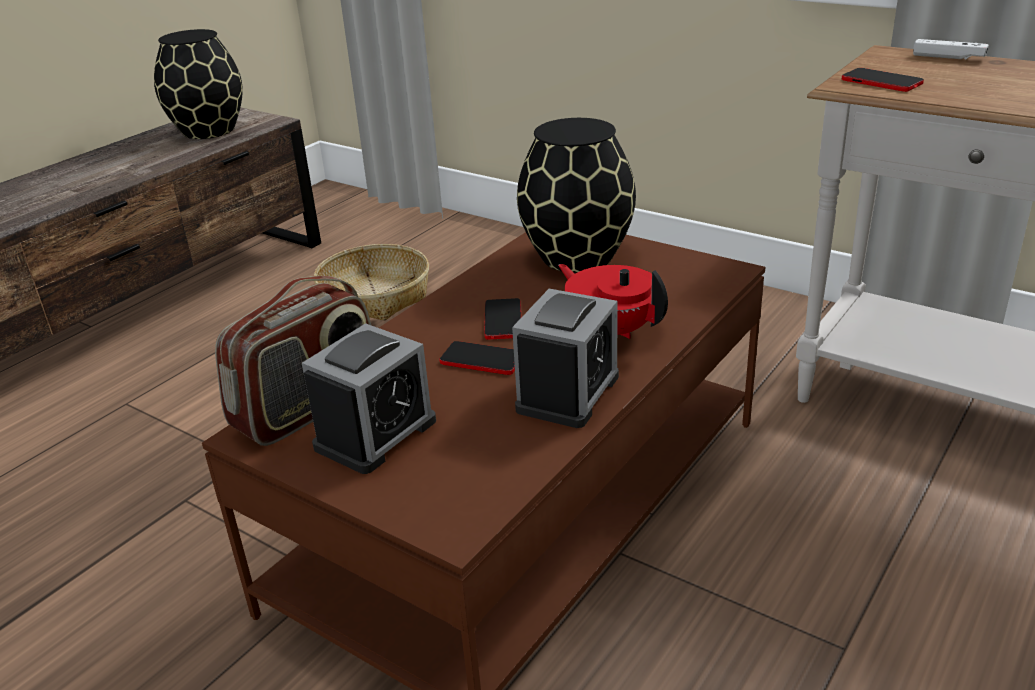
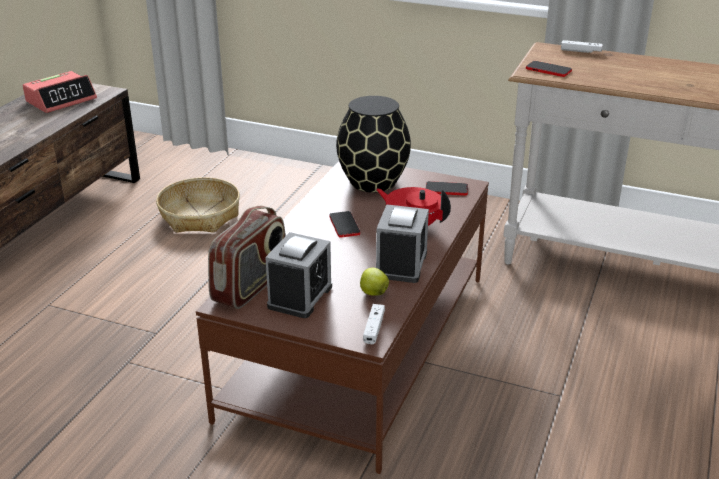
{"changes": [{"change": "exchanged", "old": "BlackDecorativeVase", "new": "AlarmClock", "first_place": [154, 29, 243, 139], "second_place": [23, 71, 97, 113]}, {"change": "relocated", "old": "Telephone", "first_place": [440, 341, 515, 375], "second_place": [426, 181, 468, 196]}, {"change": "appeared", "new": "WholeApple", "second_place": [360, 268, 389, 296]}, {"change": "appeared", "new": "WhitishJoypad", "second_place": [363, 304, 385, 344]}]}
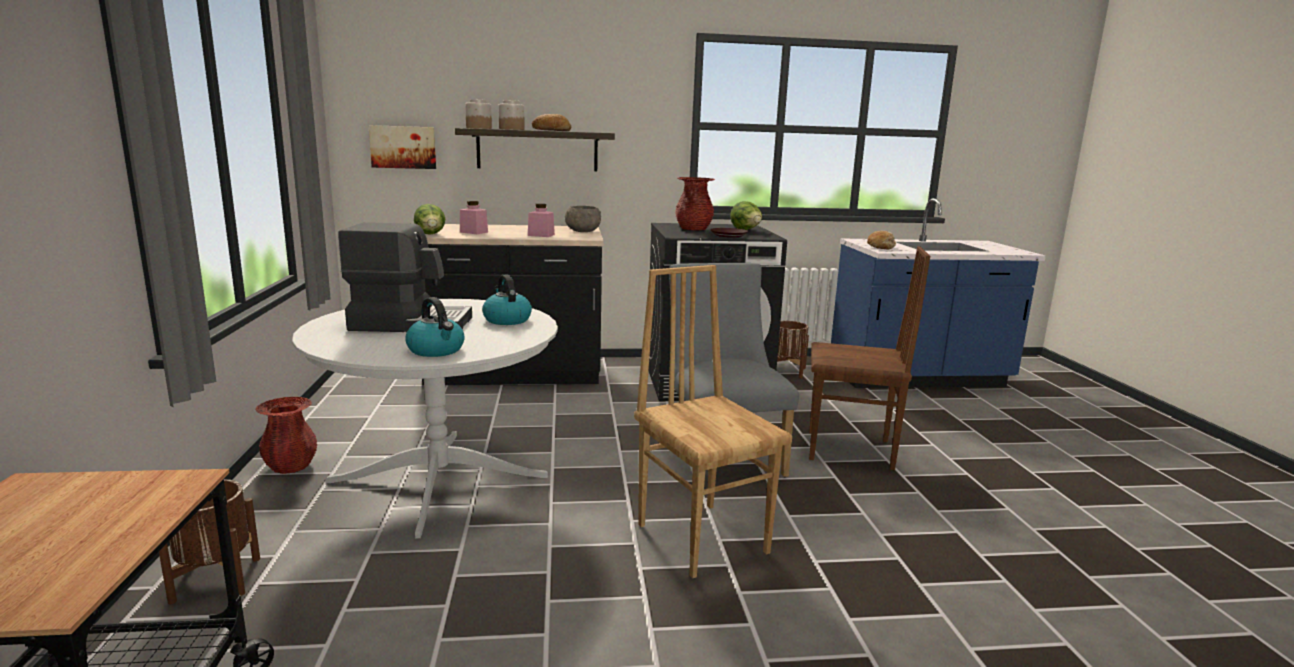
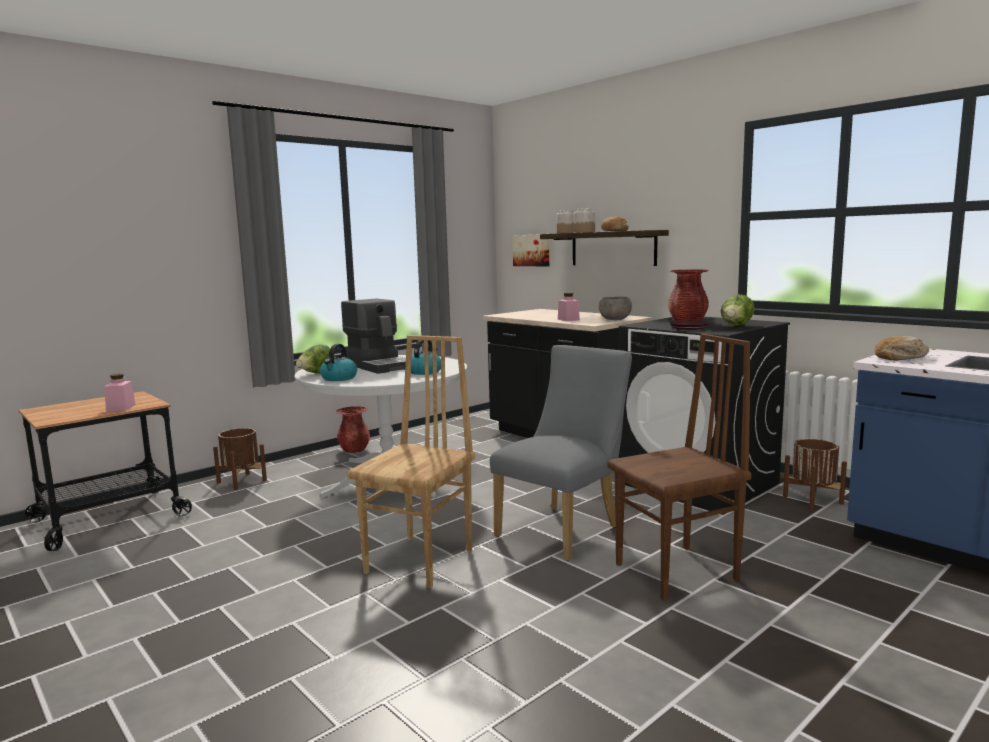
{"changes": [{"change": "relocated", "old": "Lettuce", "first_place": [414, 204, 445, 235], "second_place": [296, 345, 335, 374]}, {"change": "relocated", "old": "PinkishStorageJar", "first_place": [460, 201, 488, 234], "second_place": [104, 374, 136, 412]}, {"change": "spun", "old": "BrownColouredPlainChair", "first_place": [809, 246, 930, 470], "second_place": [607, 334, 752, 600], "degrees": -90}]}
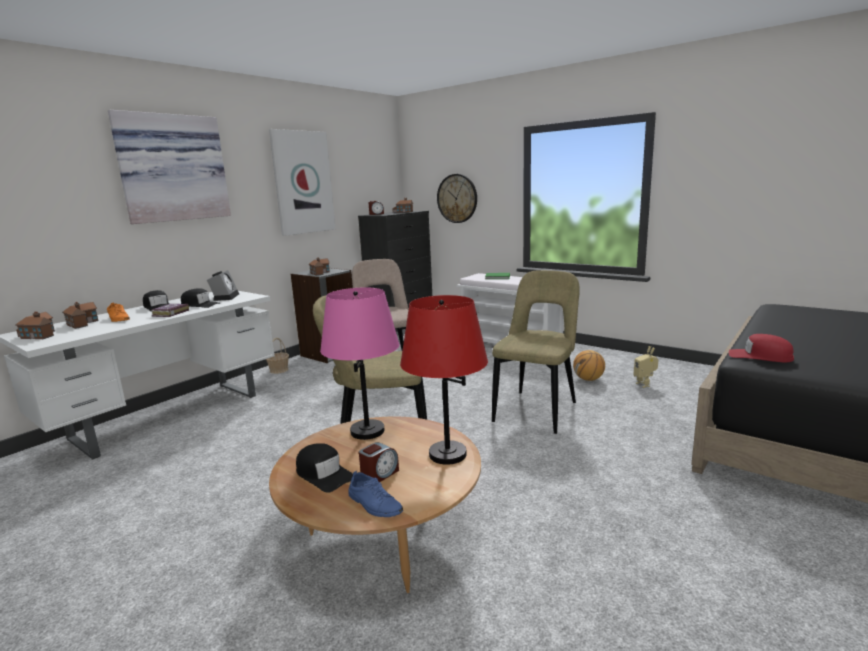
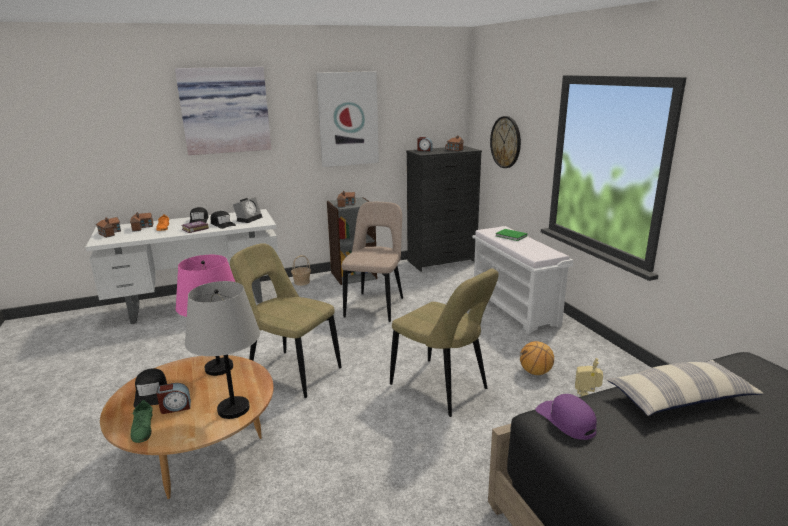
{"changes": [{"change": "colour", "old": "BlueColouredItemOfFootwear", "new": "GreenColouredItemOfFootwear", "first_place": [349, 471, 403, 517], "second_place": [130, 400, 153, 443]}, {"change": "colour", "old": "RedTableLamp", "new": "GrayTableLamp", "first_place": [400, 295, 488, 465], "second_place": [185, 281, 260, 419]}, {"change": "spun", "old": "BeigePlainChair", "first_place": [492, 270, 580, 434], "second_place": [390, 268, 499, 417], "degrees": 75}, {"change": "colour", "old": "RedBaseballCap", "new": "PurpleBaseballCap", "first_place": [729, 334, 794, 362], "second_place": [535, 394, 597, 440]}, {"change": "appeared", "new": "Pillow", "second_place": [607, 360, 764, 416]}]}
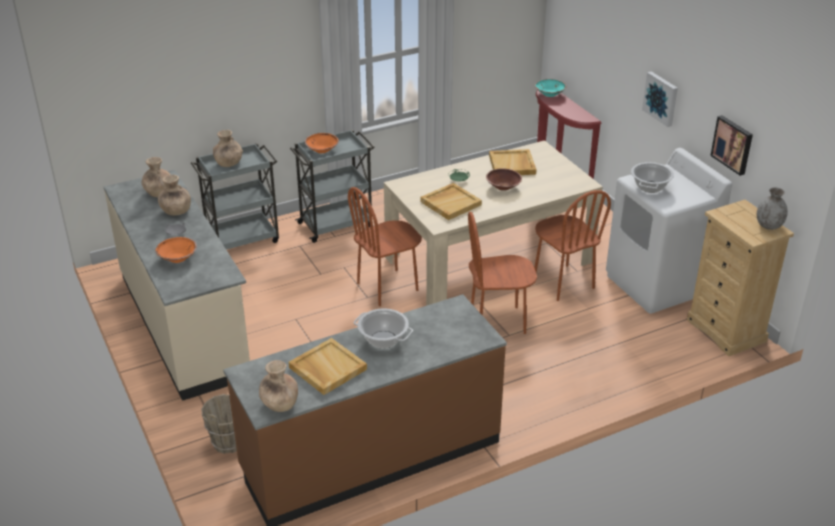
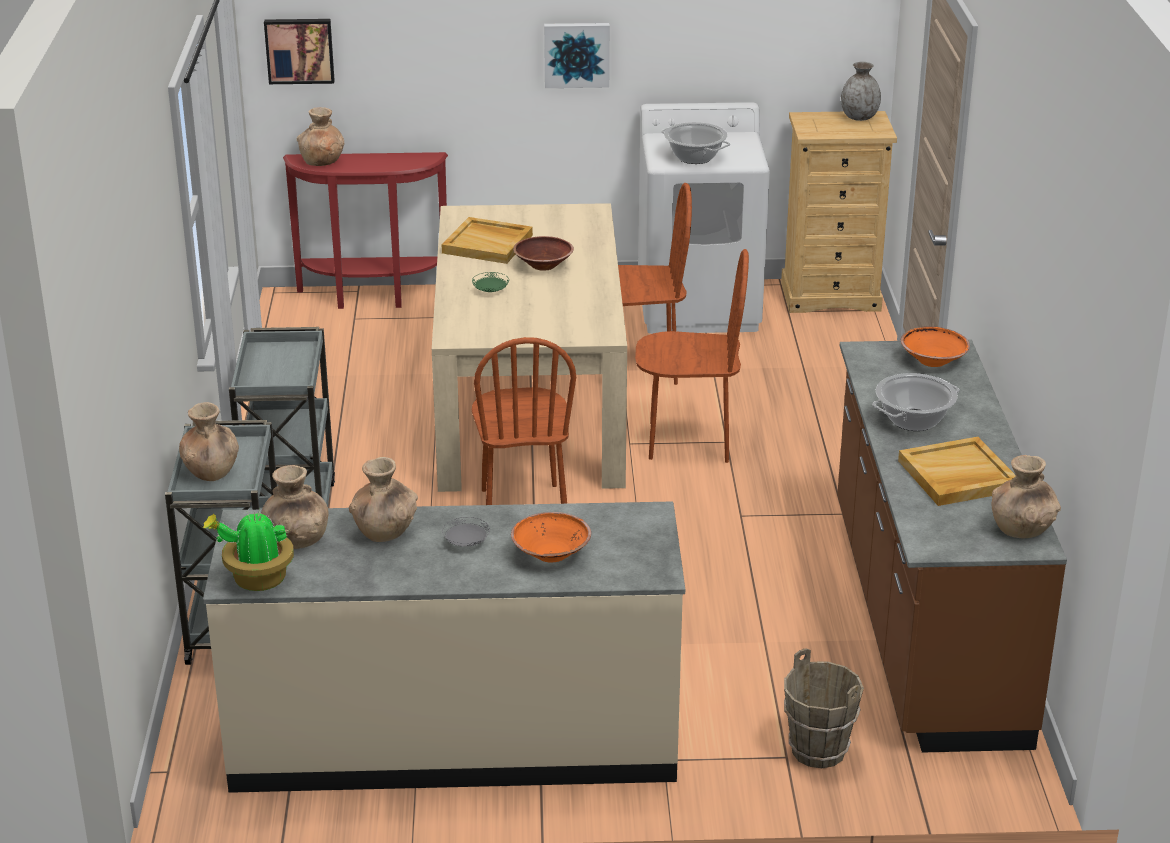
{"changes": [{"change": "relocated", "old": "OrangeServingBowl", "first_place": [305, 133, 339, 153], "second_place": [901, 326, 970, 367]}, {"change": "missing", "old": "BeigeServingTray", "first_place": [421, 183, 482, 220]}, {"change": "spun", "old": "BrownColouredPlainChair", "first_place": [468, 212, 537, 334], "second_place": [635, 249, 749, 463], "degrees": -105}, {"change": "exchanged", "old": "BlueGreenServingBowl", "new": "BrownColouredDecorativeVase", "first_place": [535, 79, 566, 97], "second_place": [297, 107, 344, 166]}, {"change": "relocated", "old": "Picture", "first_place": [710, 115, 753, 176], "second_place": [264, 19, 335, 84]}, {"change": "appeared", "new": "PlantInAPot", "second_place": [203, 509, 294, 591]}]}
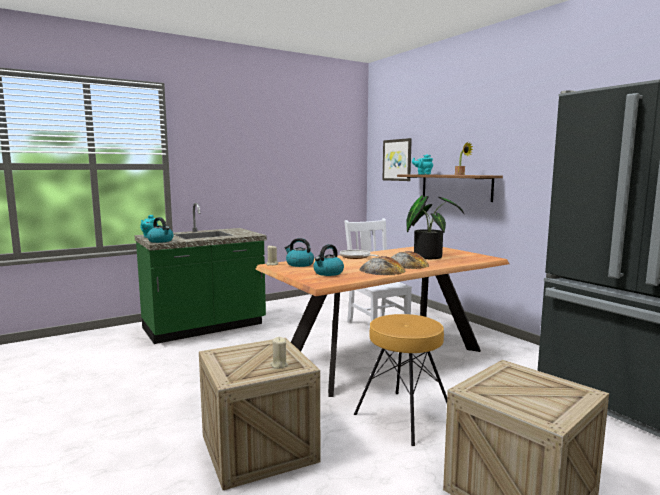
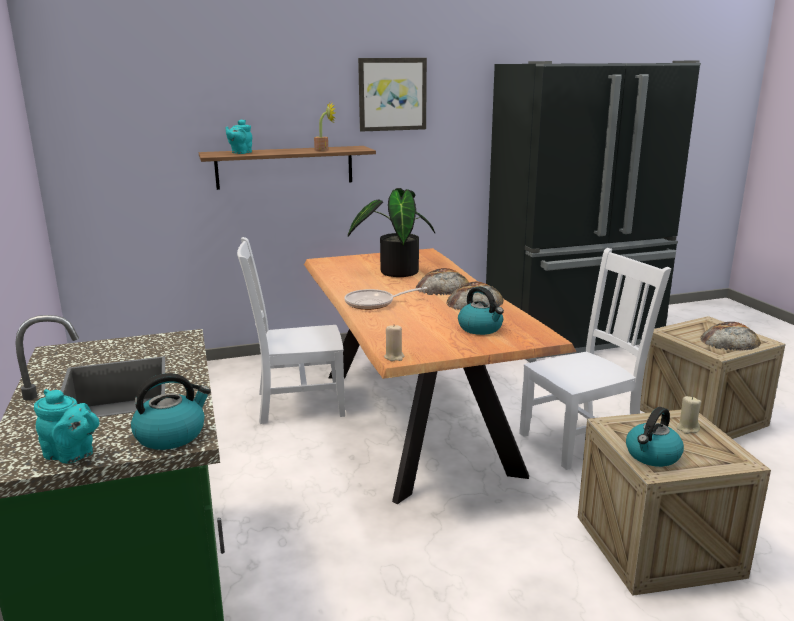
{"changes": [{"change": "relocated", "old": "TeaKettle", "first_place": [285, 238, 314, 267], "second_place": [626, 407, 684, 467]}, {"change": "exchanged", "old": "BrownColouredSittingStool", "new": "WhitishPlainChair", "first_place": [354, 314, 447, 446], "second_place": [519, 248, 671, 470]}, {"change": "relocated", "old": "Picture", "first_place": [383, 138, 412, 181], "second_place": [358, 58, 427, 132]}, {"change": "appeared", "new": "Bread", "second_place": [700, 322, 761, 351]}]}
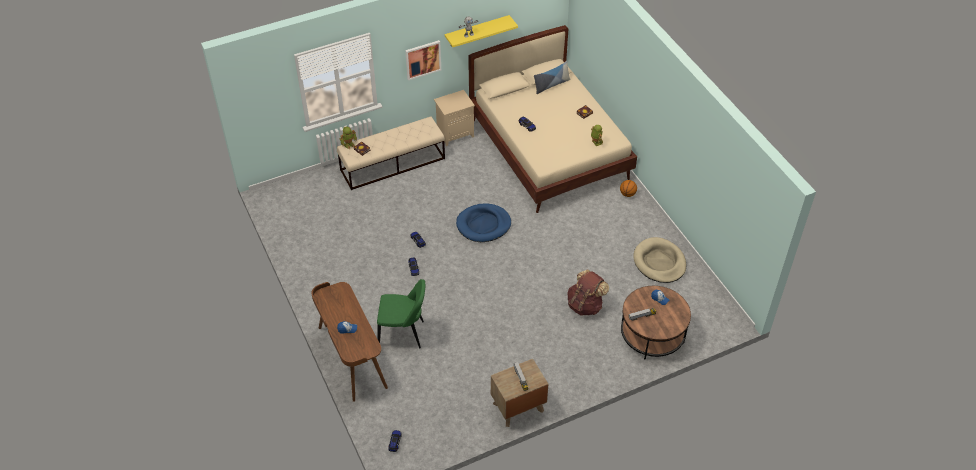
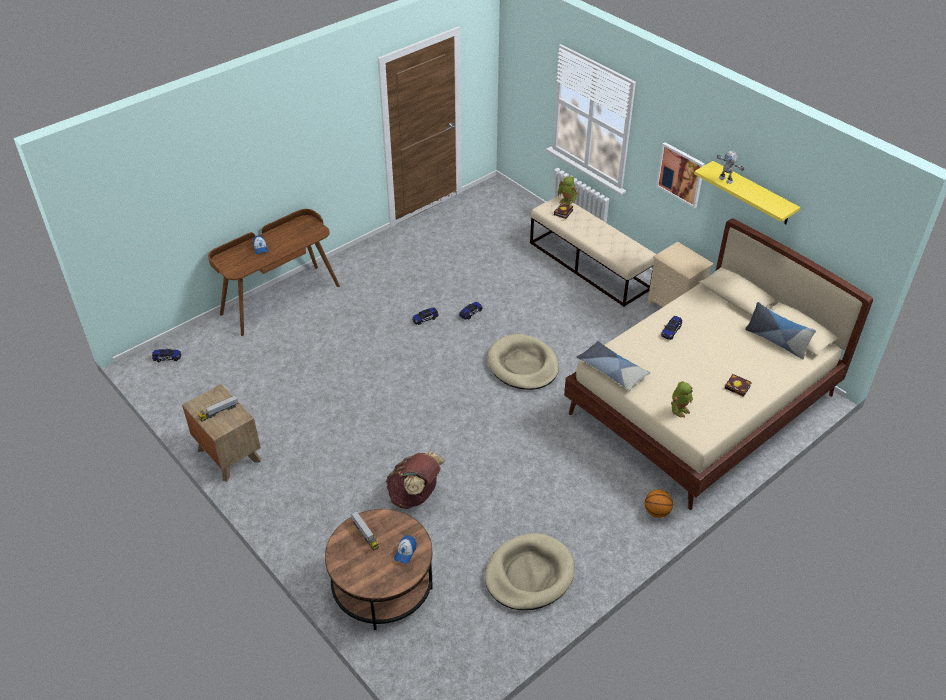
{"changes": [{"change": "missing", "old": "GreenColouredPlainChair", "first_place": [377, 279, 425, 348]}, {"change": "colour", "old": "BlueColouredDogBed", "new": "BeigeDogBed", "first_place": [456, 203, 511, 242], "second_place": [487, 334, 559, 390]}, {"change": "appeared", "new": "Pillow", "second_place": [577, 341, 650, 391]}]}
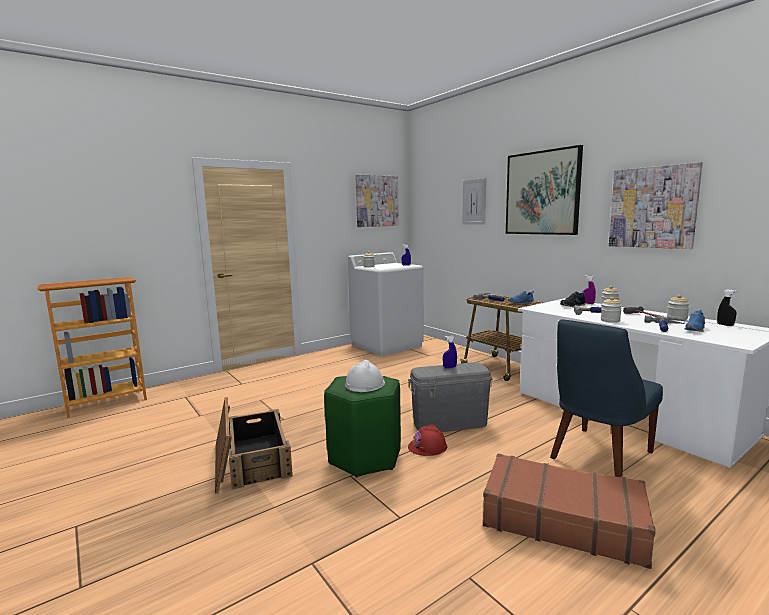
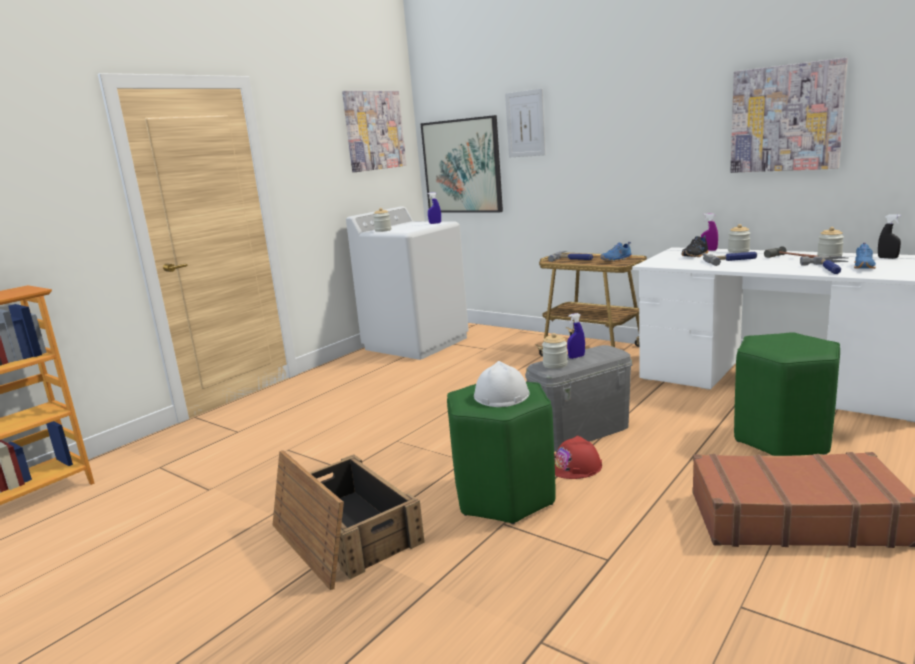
{"changes": [{"change": "relocated", "old": "Picture", "first_place": [506, 145, 583, 235], "second_place": [420, 115, 503, 213]}, {"change": "exchanged", "old": "BlueColouredPlainChair", "new": "GreenColouredSittingStool", "first_place": [550, 319, 663, 477], "second_place": [734, 332, 840, 456]}, {"change": "relocated", "old": "StorageJar", "first_place": [601, 297, 622, 323], "second_place": [542, 333, 568, 369]}]}
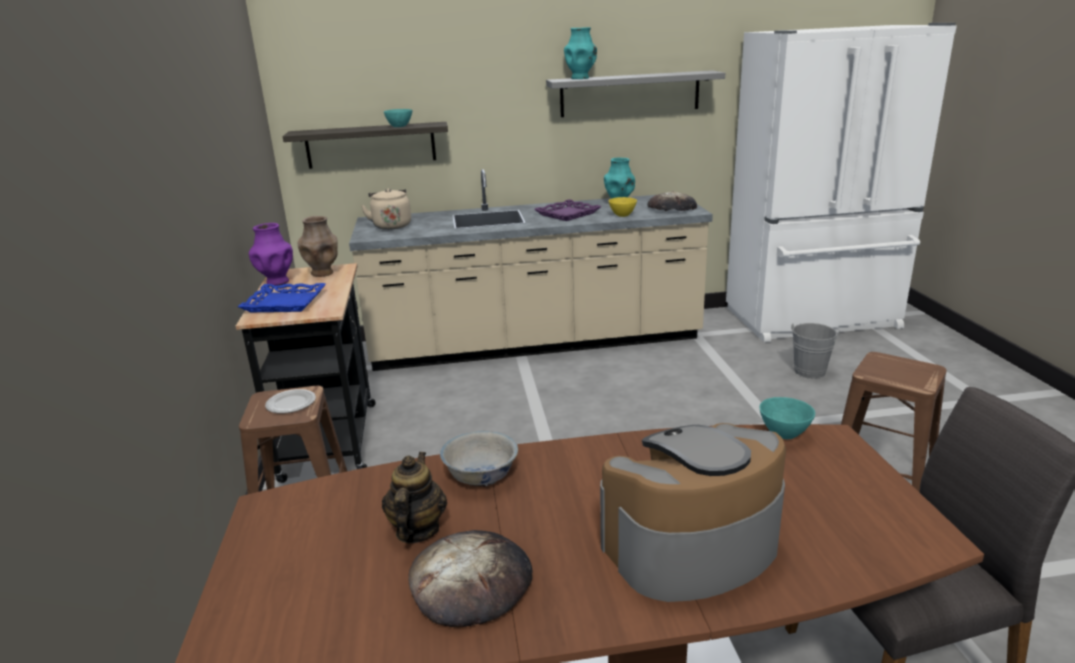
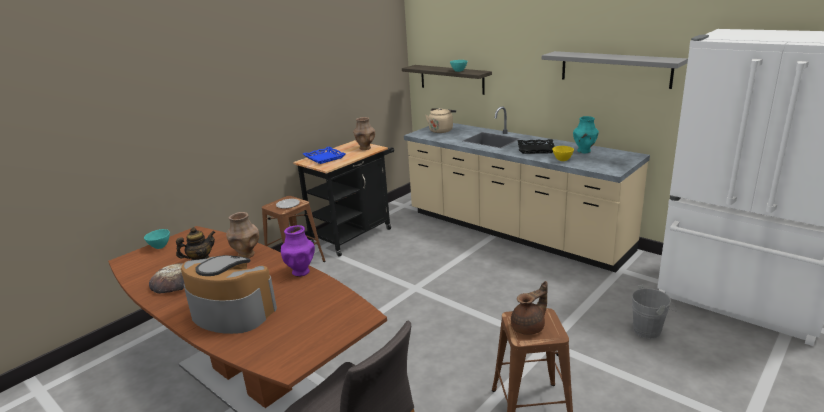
{"changes": [{"change": "relocated", "old": "PurpleDecorativeVase", "first_place": [249, 223, 293, 286], "second_place": [281, 225, 315, 277]}, {"change": "exchanged", "old": "WhitishServingBowl", "new": "BrownColouredDecorativeVase", "first_place": [440, 431, 518, 487], "second_place": [226, 212, 259, 258]}, {"change": "colour", "old": "PurpleServingTray", "new": "BlackServingTray", "first_place": [534, 199, 601, 221], "second_place": [517, 139, 555, 154]}, {"change": "missing", "old": "BlueGreenDecorativeVase", "first_place": [564, 27, 597, 79]}, {"change": "missing", "old": "Bread", "first_place": [647, 191, 697, 211]}, {"change": "relocated", "old": "BlueGreenServingBowl", "first_place": [760, 397, 815, 439], "second_place": [144, 229, 170, 249]}, {"change": "appeared", "new": "BrownColouredTeaPot", "second_place": [511, 281, 548, 335]}]}
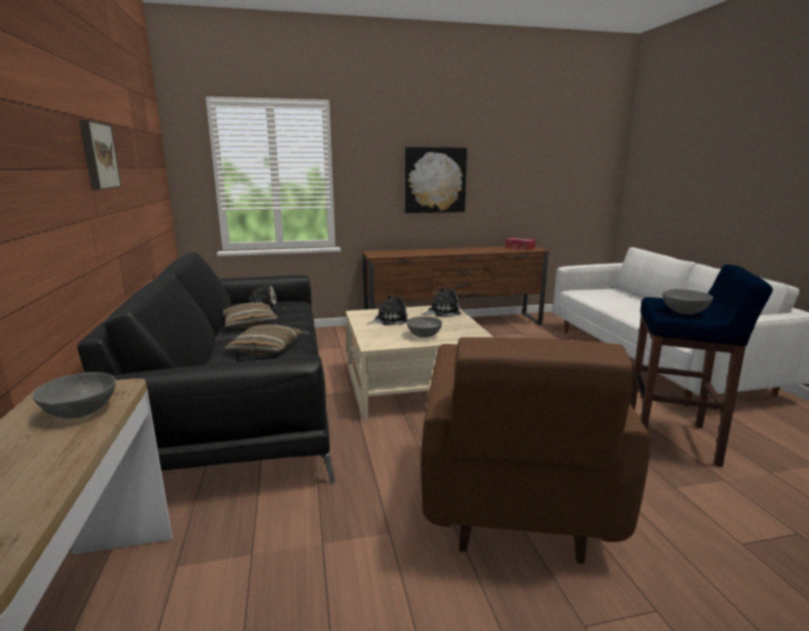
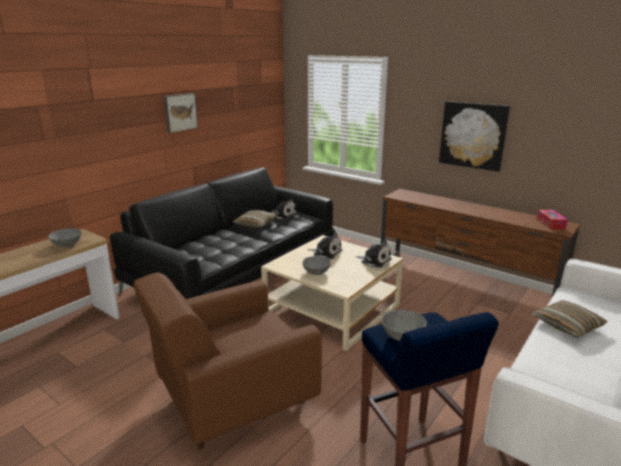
{"changes": [{"change": "relocated", "old": "Pillow", "first_place": [224, 324, 302, 355], "second_place": [532, 300, 608, 338]}]}
